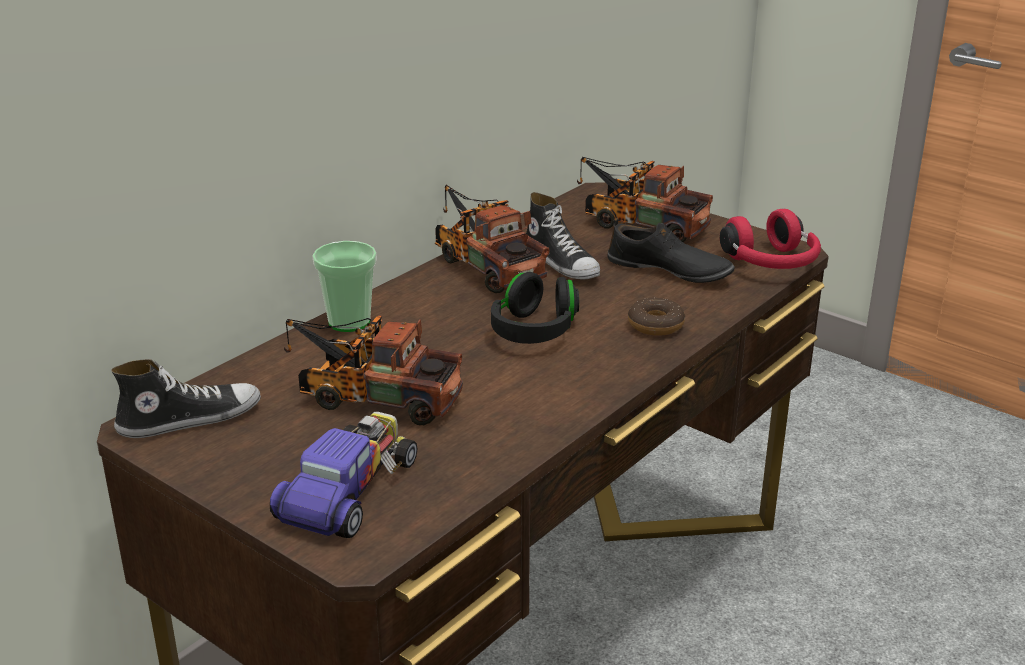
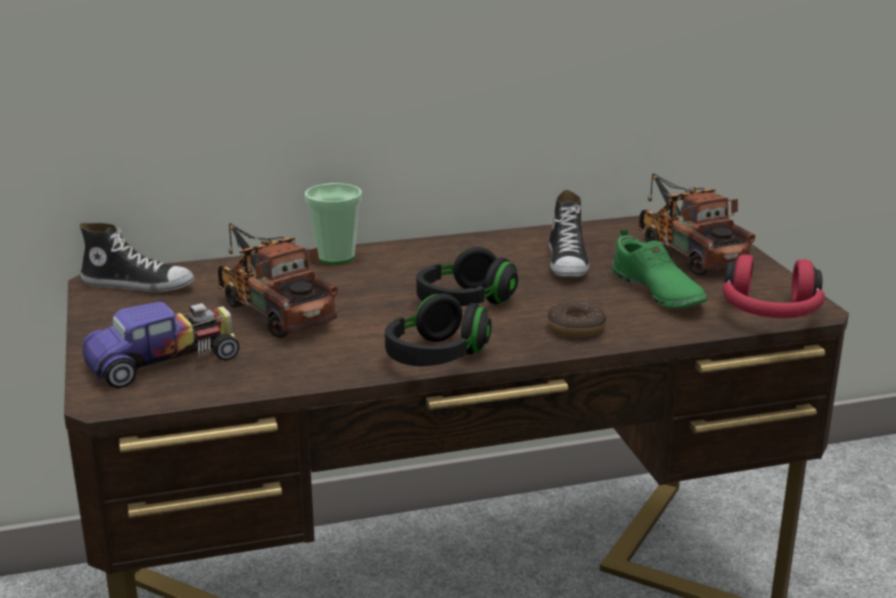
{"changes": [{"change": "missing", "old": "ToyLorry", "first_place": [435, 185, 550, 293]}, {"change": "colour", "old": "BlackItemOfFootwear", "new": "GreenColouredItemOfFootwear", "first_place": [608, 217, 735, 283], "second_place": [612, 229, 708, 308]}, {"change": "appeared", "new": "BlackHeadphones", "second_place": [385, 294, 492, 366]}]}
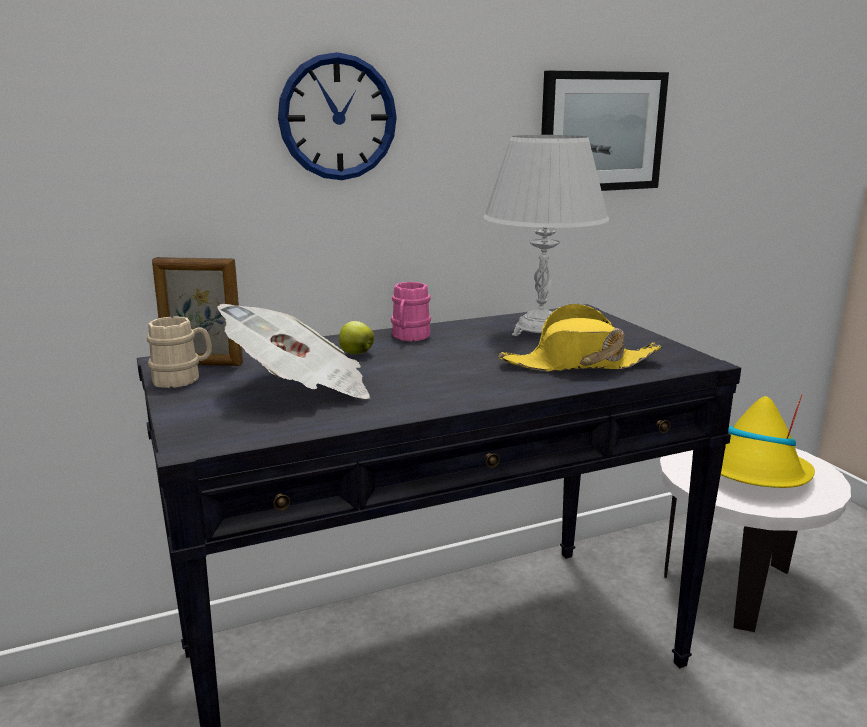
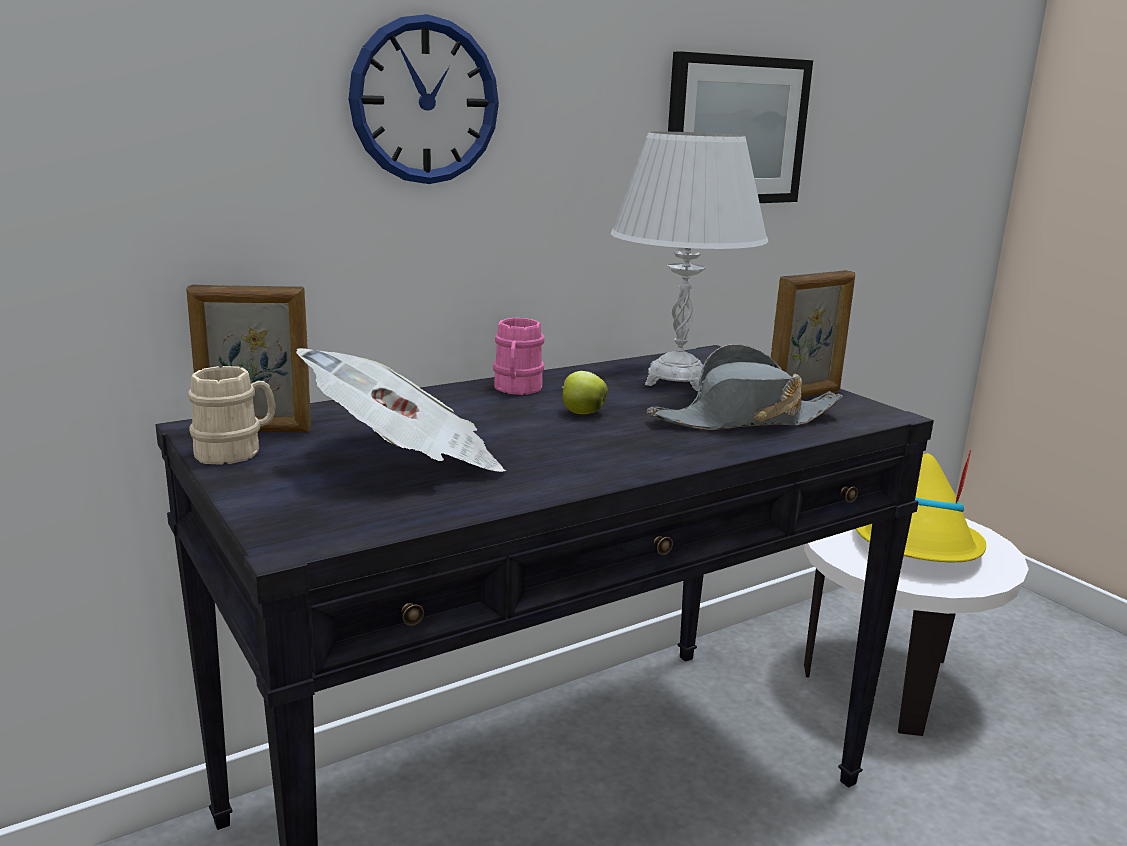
{"changes": [{"change": "relocated", "old": "WholeApple", "first_place": [339, 321, 374, 354], "second_place": [561, 371, 608, 414]}, {"change": "colour", "old": "YellowishWearableHat", "new": "GrayWearableHat", "first_place": [498, 303, 662, 372], "second_place": [647, 344, 843, 430]}, {"change": "appeared", "new": "PhotoFrame", "second_place": [771, 270, 855, 398]}]}
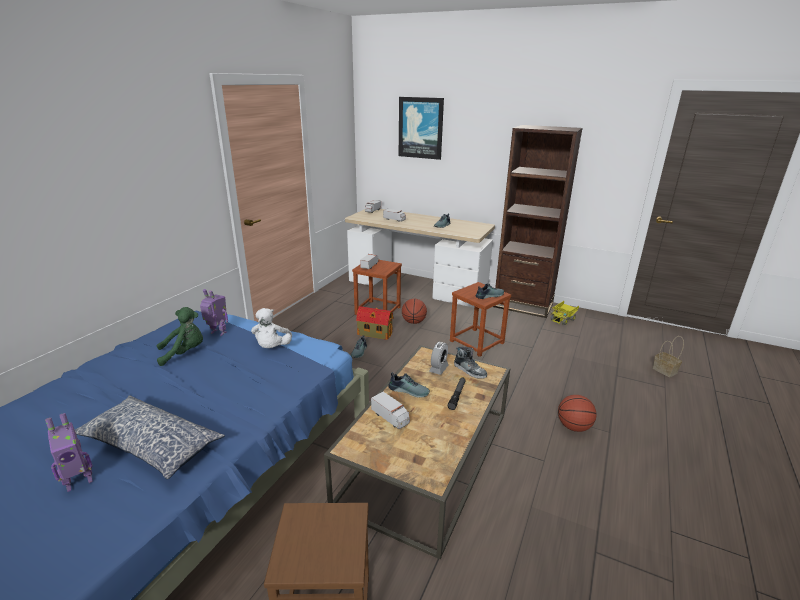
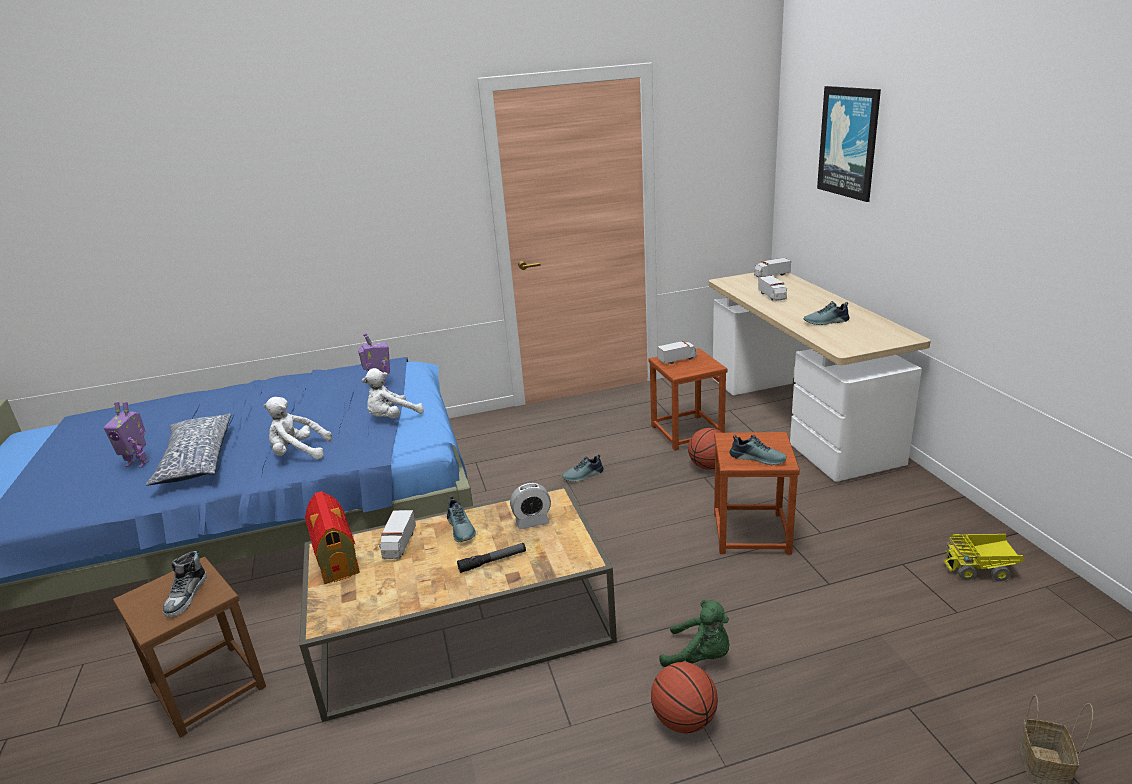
{"changes": [{"change": "relocated", "old": "GreenColouredCuddlyToy", "first_place": [157, 307, 203, 366], "second_place": [660, 600, 730, 667]}, {"change": "relocated", "old": "ModelHouse", "first_place": [356, 306, 393, 340], "second_place": [305, 491, 360, 584]}, {"change": "relocated", "old": "ItemOfFootwear", "first_place": [454, 347, 487, 379], "second_place": [163, 551, 207, 618]}, {"change": "missing", "old": "BrownColouredBookshelf", "first_place": [493, 125, 583, 318]}, {"change": "appeared", "new": "WhitishCuddlyToy", "second_place": [263, 397, 332, 459]}]}
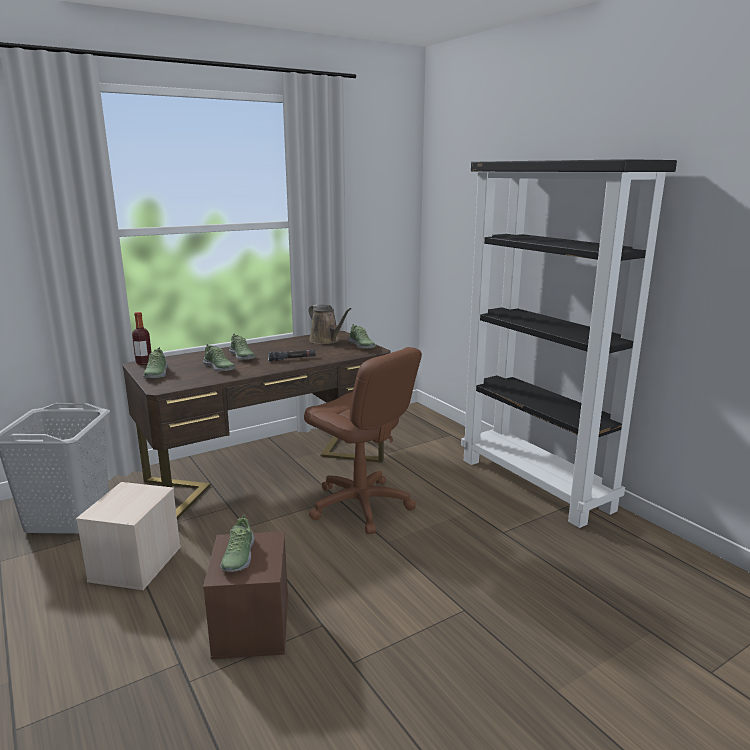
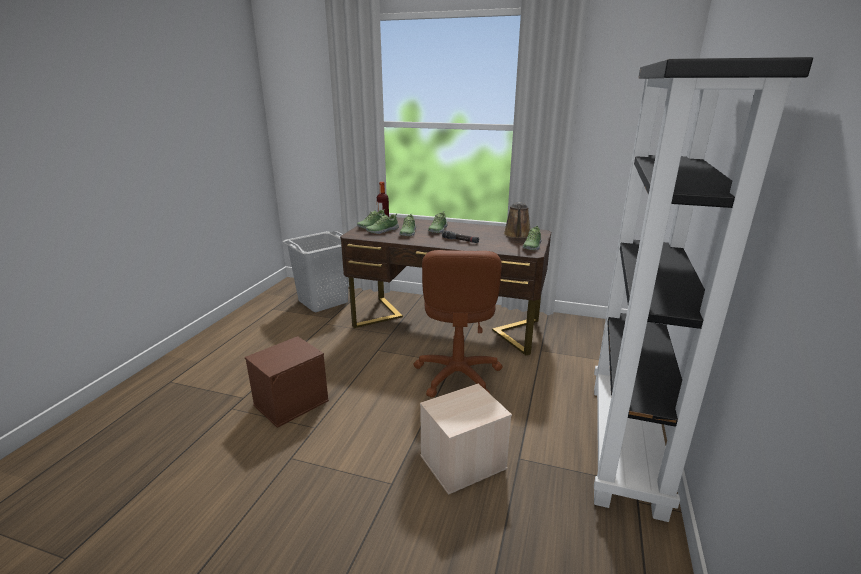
{"changes": [{"change": "relocated", "old": "BeigeStorageContainer", "first_place": [76, 482, 181, 590], "second_place": [420, 383, 512, 495]}, {"change": "relocated", "old": "ItemOfFootwear", "first_place": [221, 515, 255, 572], "second_place": [366, 214, 399, 234]}]}
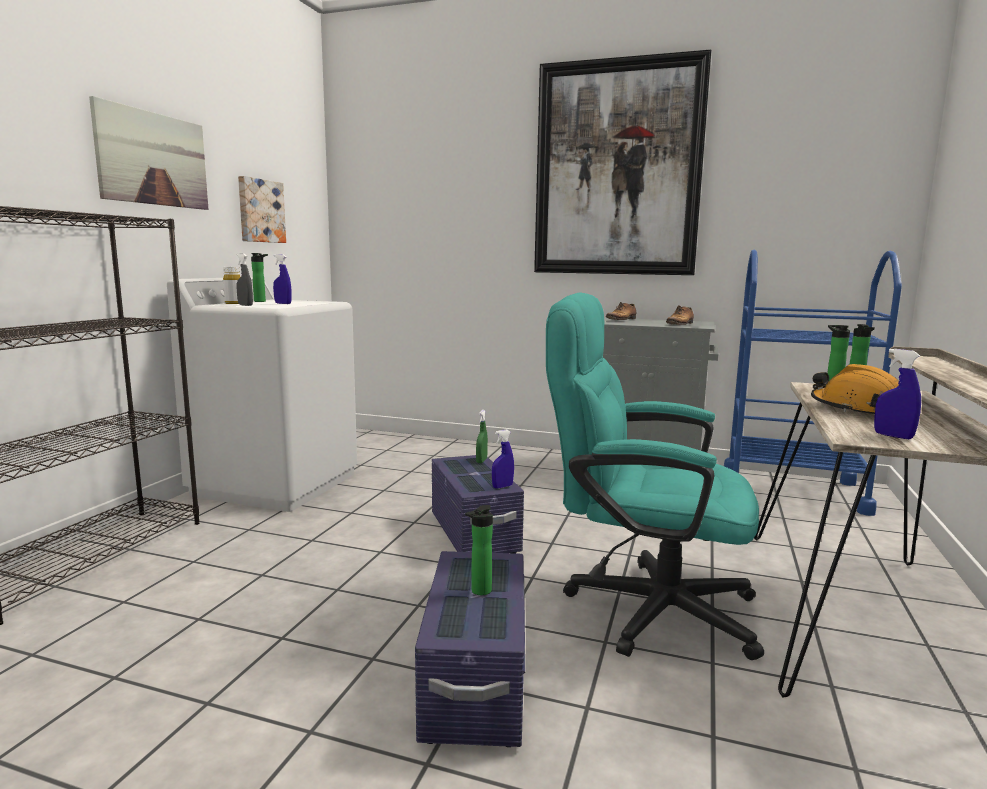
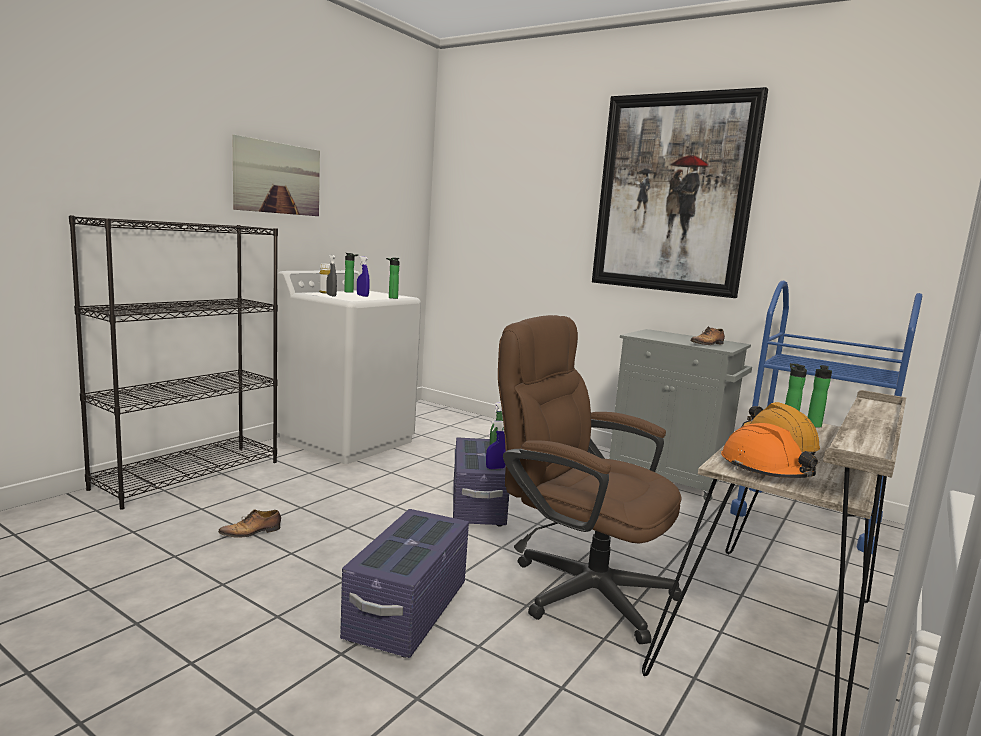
{"changes": [{"change": "missing", "old": "Picture", "first_place": [238, 176, 286, 243]}, {"change": "relocated", "old": "DrinkBottle", "first_place": [465, 505, 493, 595], "second_place": [386, 258, 400, 299]}, {"change": "colour", "old": "BlueGreenOfficeChair", "new": "BrownColouredOfficeChair", "first_place": [546, 293, 764, 660], "second_place": [498, 315, 682, 644]}, {"change": "relocated", "old": "ItemOfFootwear", "first_place": [606, 302, 636, 320], "second_place": [218, 509, 281, 538]}, {"change": "exchanged", "old": "BlueColouredSprayBottle", "new": "OrangeHardHat", "first_place": [874, 349, 921, 439], "second_place": [721, 423, 818, 478]}]}
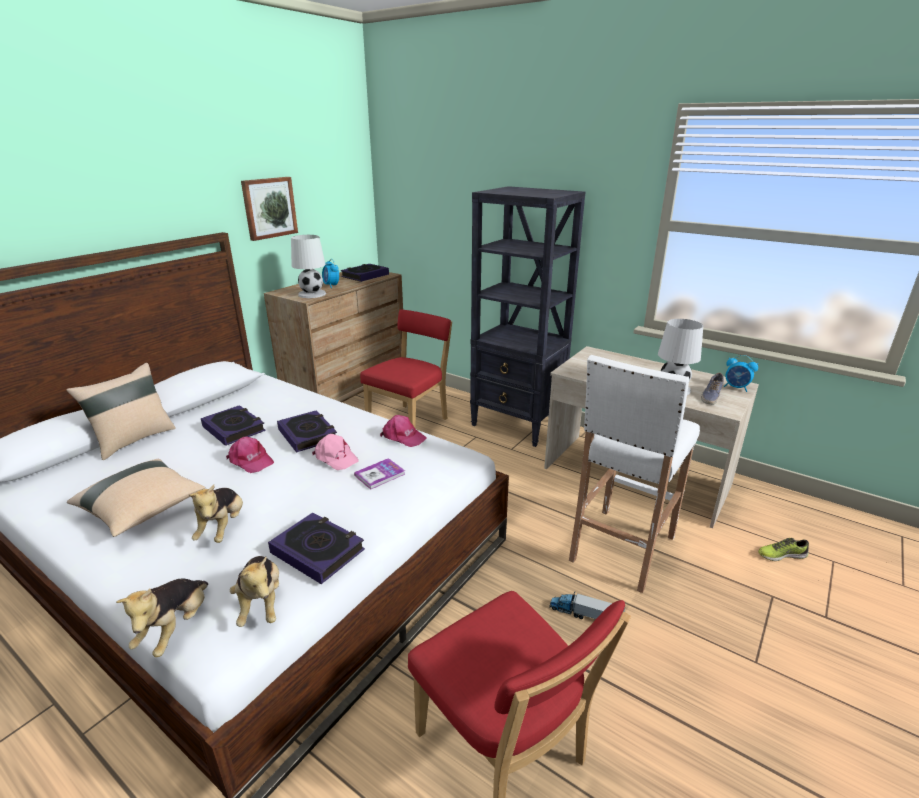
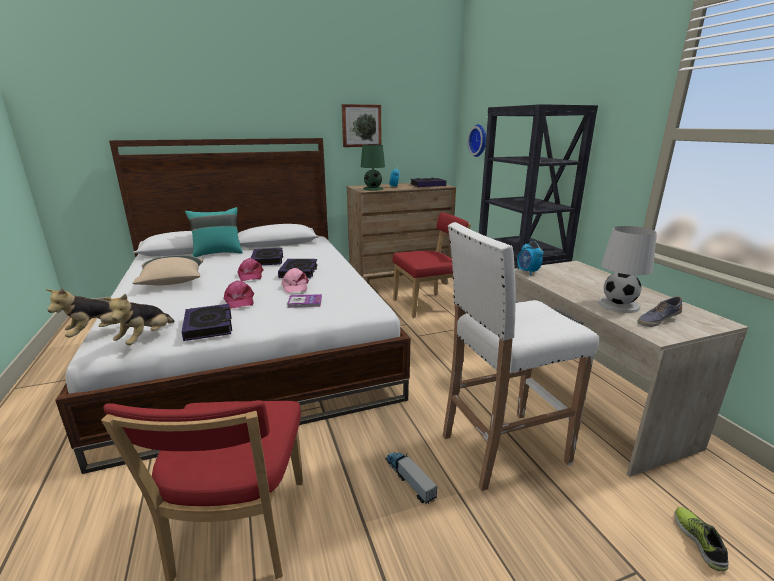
{"changes": [{"change": "colour", "old": "BeigePillow", "new": "BlueGreenPillow", "first_place": [66, 363, 176, 460], "second_place": [185, 207, 243, 257]}, {"change": "missing", "old": "CuddlyToy", "first_place": [189, 484, 243, 543]}, {"change": "colour", "old": "WhitishTableLamp", "new": "GreenColouredTableLamp", "first_place": [291, 235, 326, 298], "second_place": [361, 145, 385, 191]}, {"change": "relocated", "old": "PinkishBaseballCap", "first_place": [380, 415, 427, 447], "second_place": [224, 281, 254, 308]}, {"change": "relocated", "old": "AlarmClock", "first_place": [723, 355, 758, 392], "second_place": [517, 241, 543, 276]}, {"change": "spun", "old": "ItemOfFootwear", "first_place": [758, 538, 809, 561], "second_place": [674, 507, 729, 571], "degrees": 60}, {"change": "appeared", "new": "WallClock", "second_place": [467, 124, 486, 157]}]}
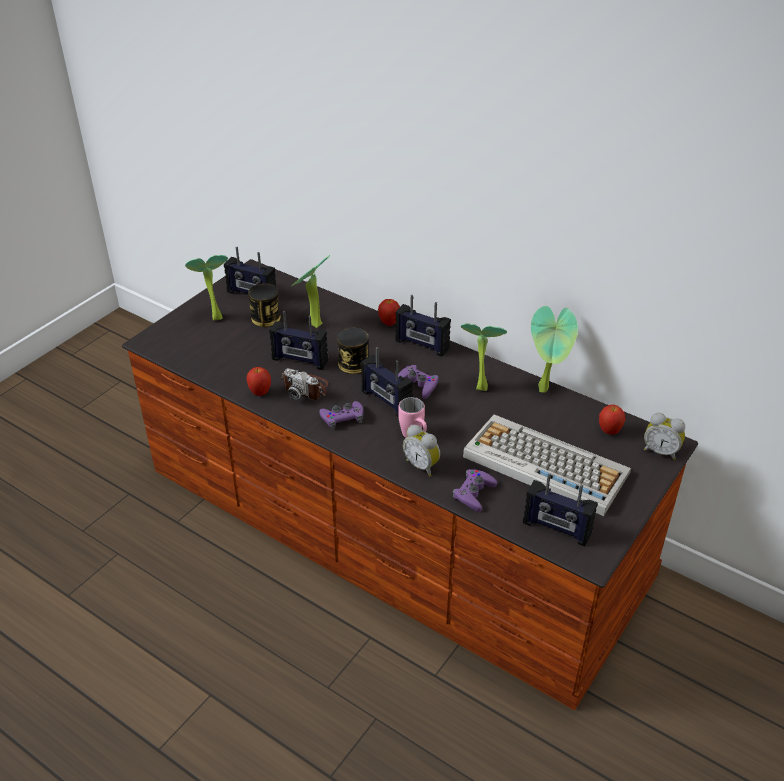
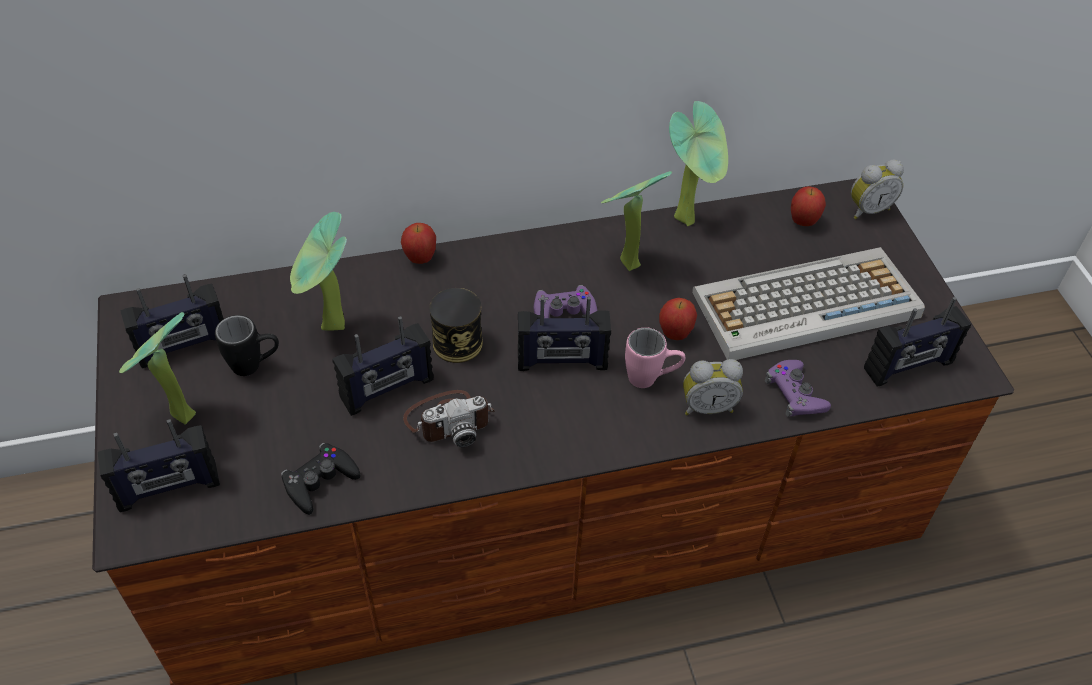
{"changes": [{"change": "relocated", "old": "WholeApple", "first_place": [246, 367, 271, 396], "second_place": [659, 298, 697, 340]}, {"change": "exchanged", "old": "MetalCan", "new": "BlackCoffeeMug", "first_place": [248, 283, 281, 327], "second_place": [215, 315, 279, 376]}, {"change": "missing", "old": "PurpleJoypad", "first_place": [319, 401, 363, 429]}, {"change": "relocated", "old": "Radio", "first_place": [395, 295, 451, 357], "second_place": [98, 419, 220, 512]}, {"change": "appeared", "new": "BlackJoypad", "second_place": [281, 443, 361, 515]}]}
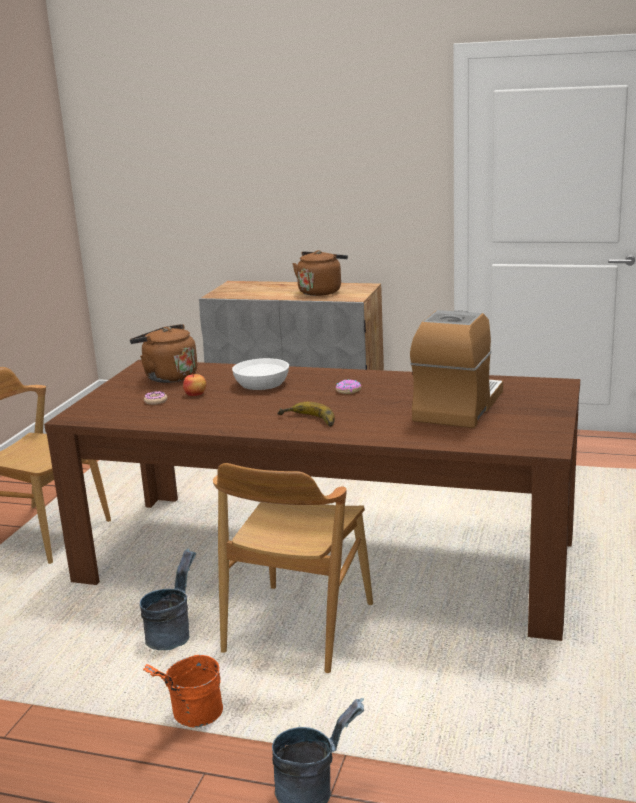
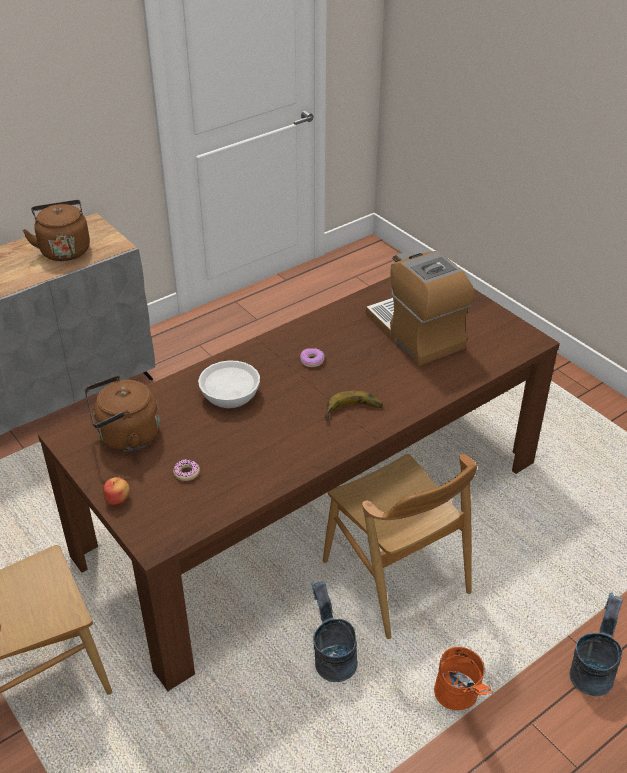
{"changes": [{"change": "relocated", "old": "WholeApple", "first_place": [183, 373, 207, 396], "second_place": [103, 477, 130, 506]}]}
